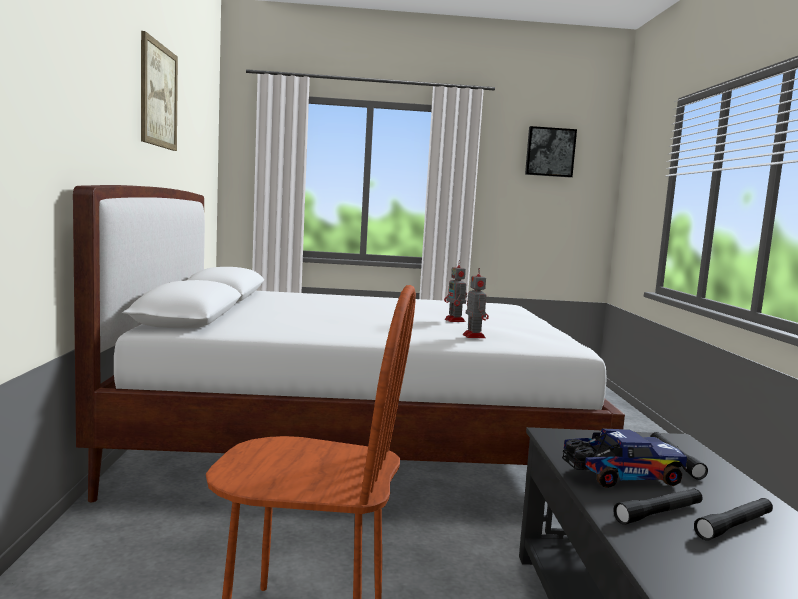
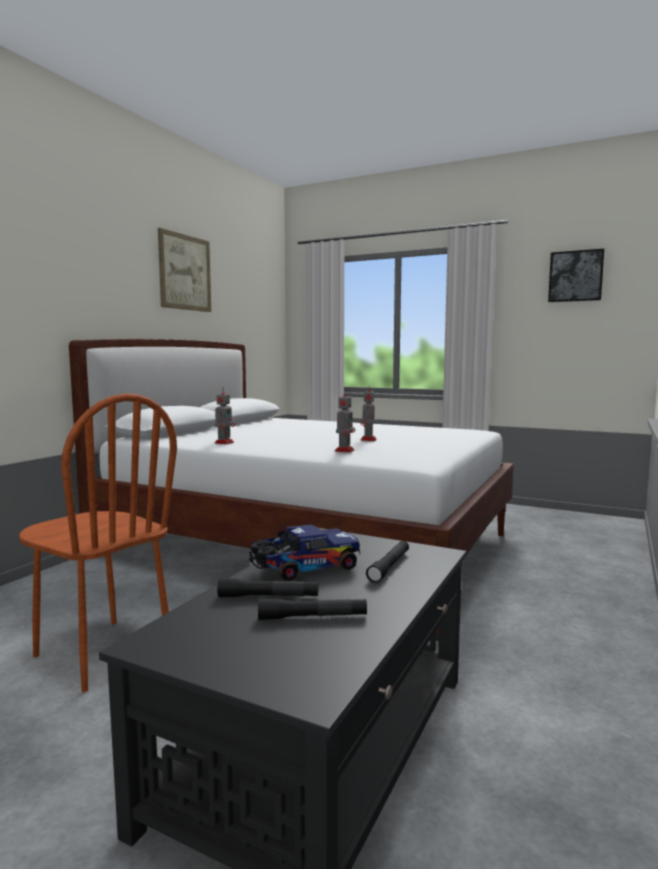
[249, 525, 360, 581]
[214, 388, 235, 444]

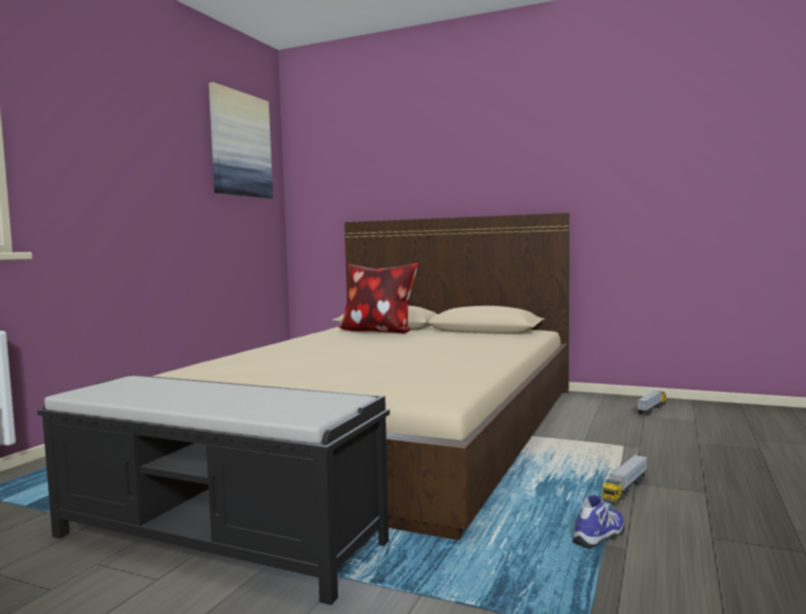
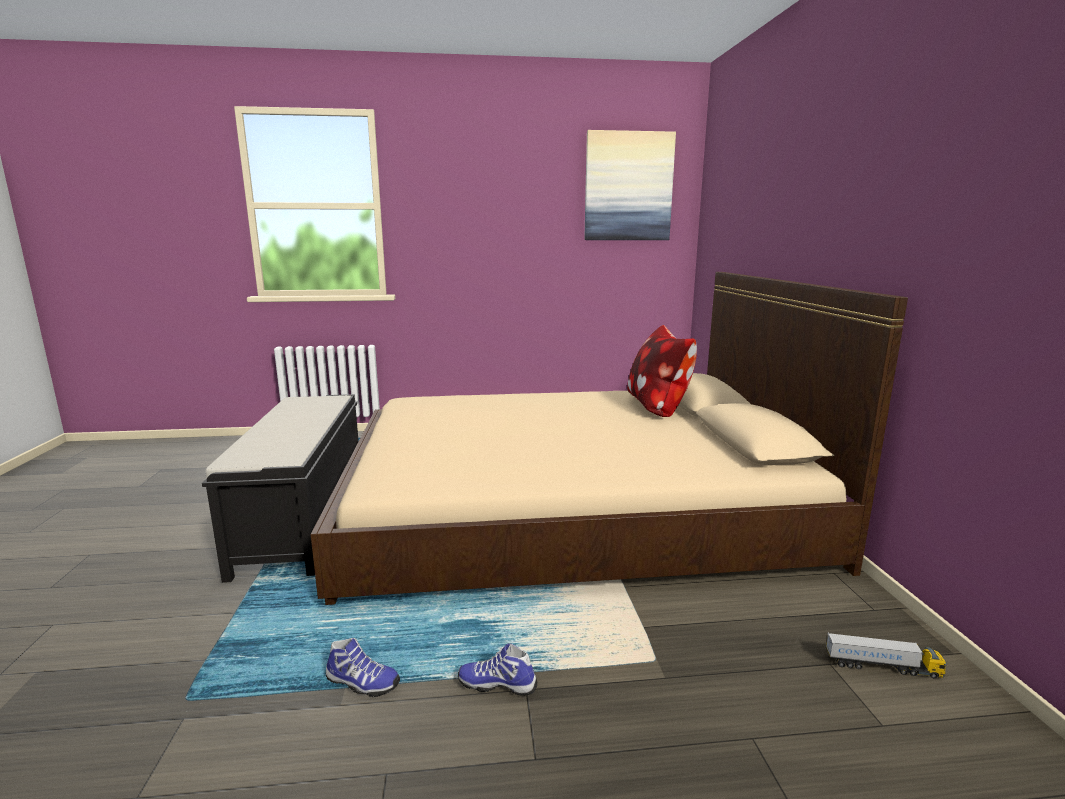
[458, 643, 537, 696]

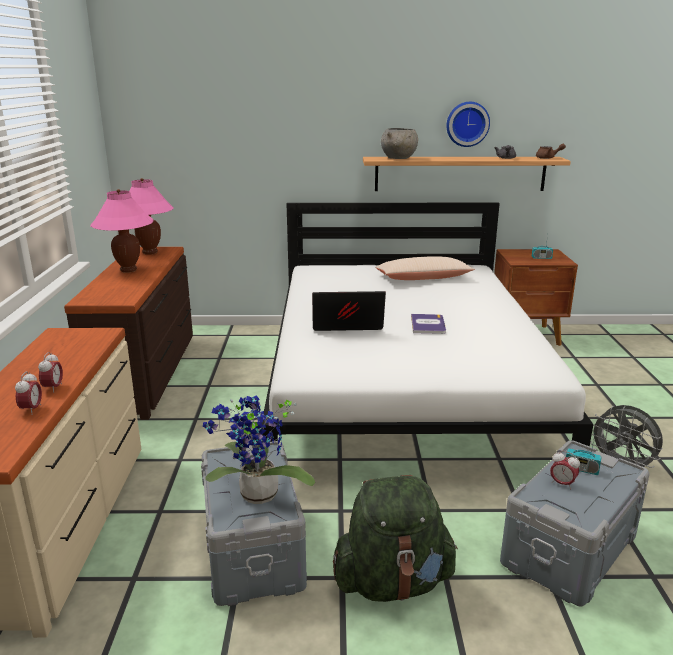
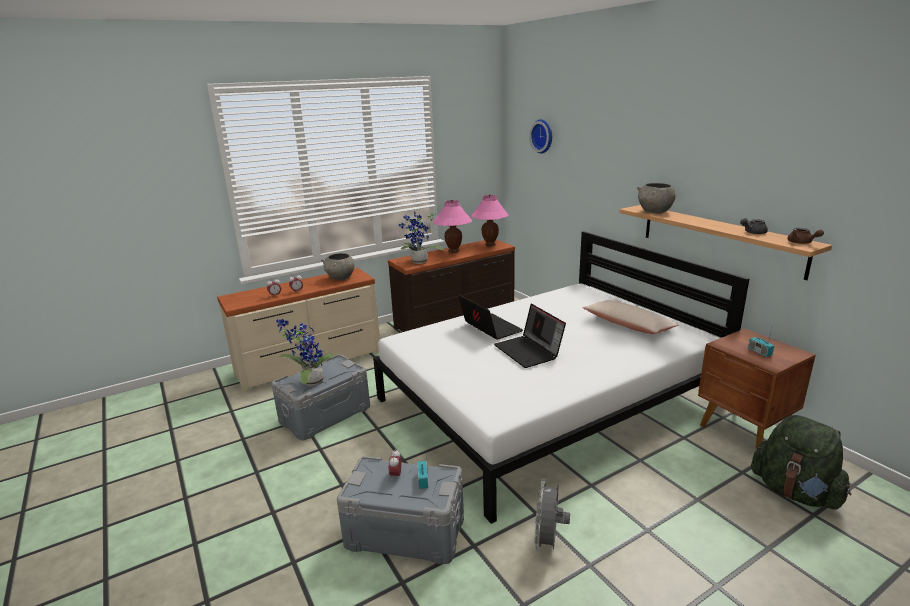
[529, 119, 552, 154]
[494, 304, 566, 368]
[751, 415, 851, 510]
[399, 211, 444, 264]
[321, 253, 355, 280]

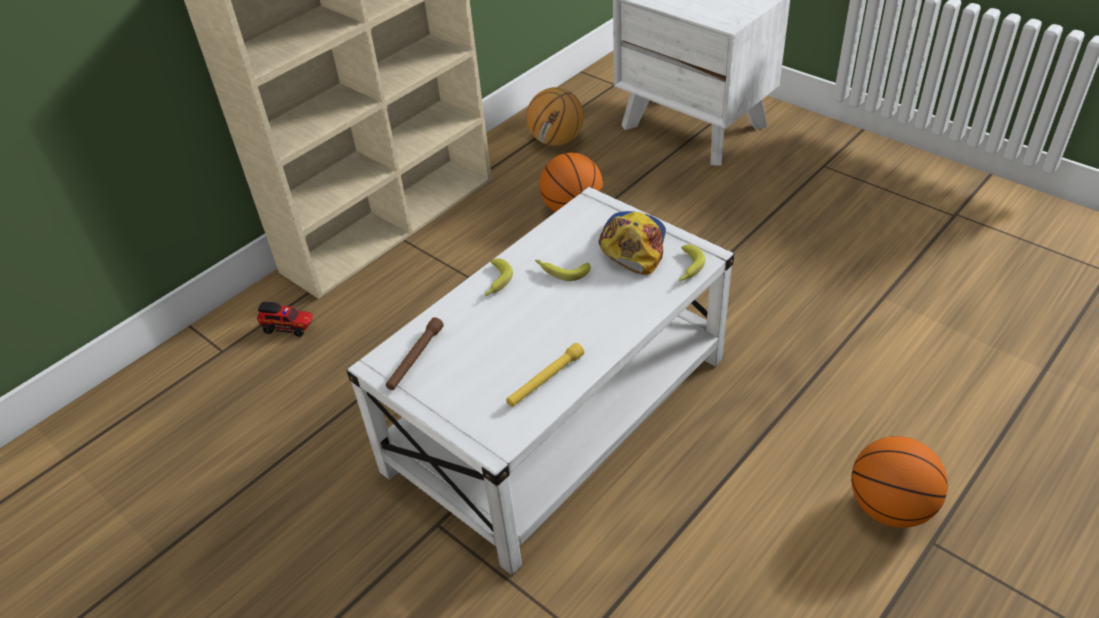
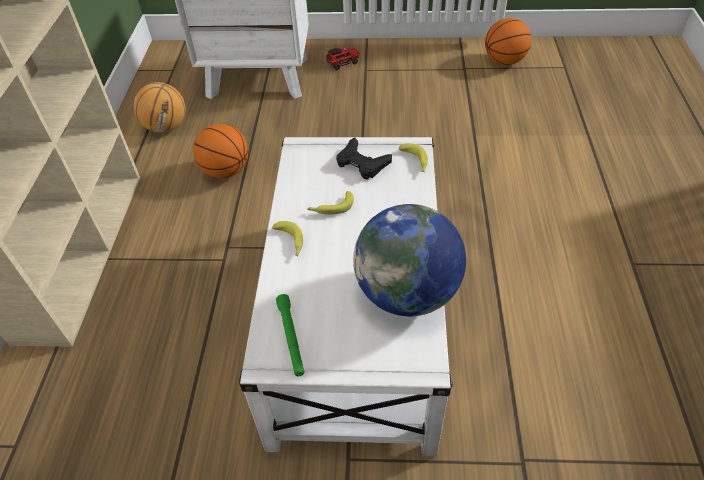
[336, 137, 392, 179]
[326, 48, 360, 70]
[276, 294, 305, 376]
[353, 204, 466, 316]
[485, 18, 531, 65]

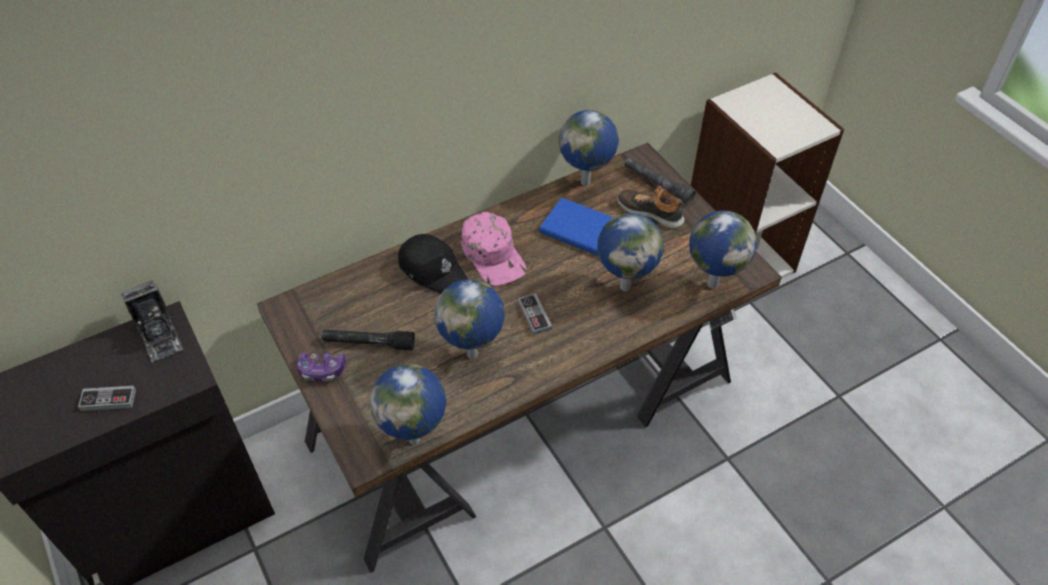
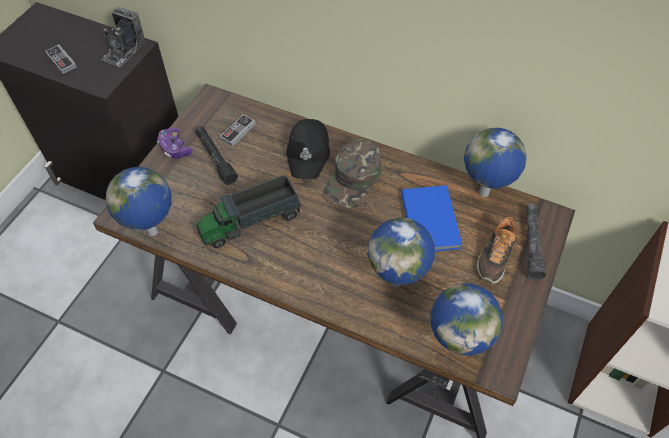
[477, 216, 516, 284]
[323, 139, 382, 209]
[196, 176, 302, 248]
[220, 114, 256, 147]

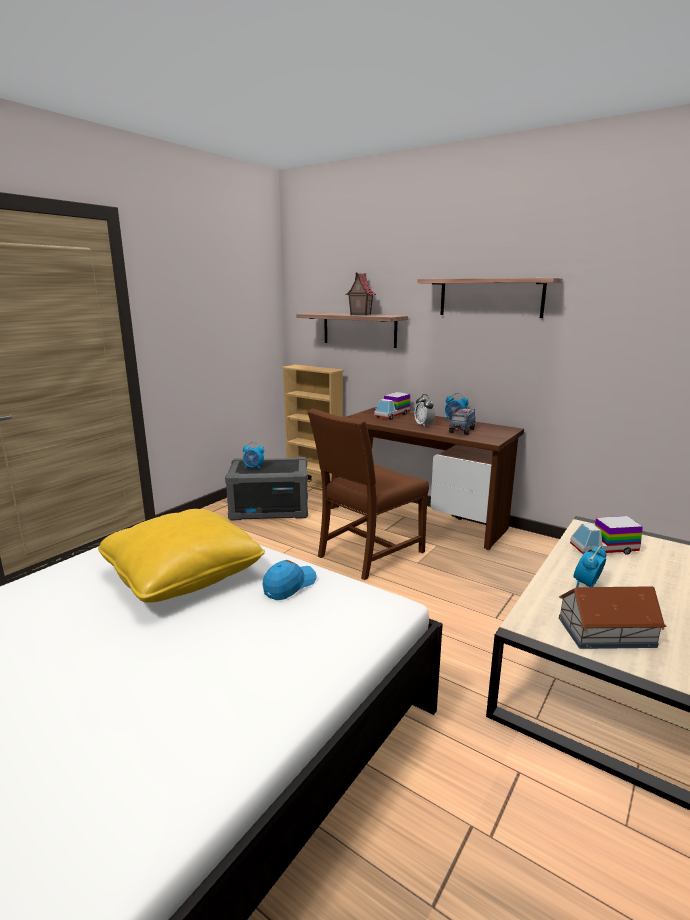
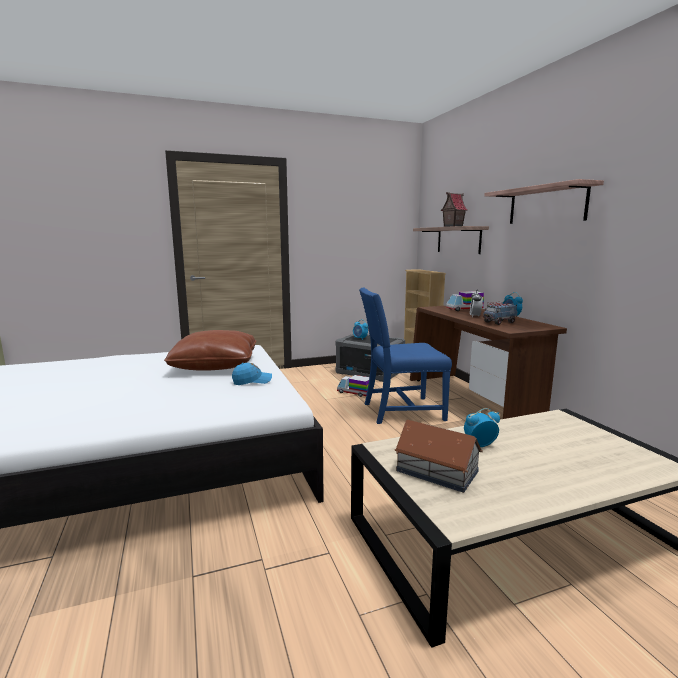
[359, 287, 452, 424]
[164, 330, 256, 370]
[337, 375, 369, 397]

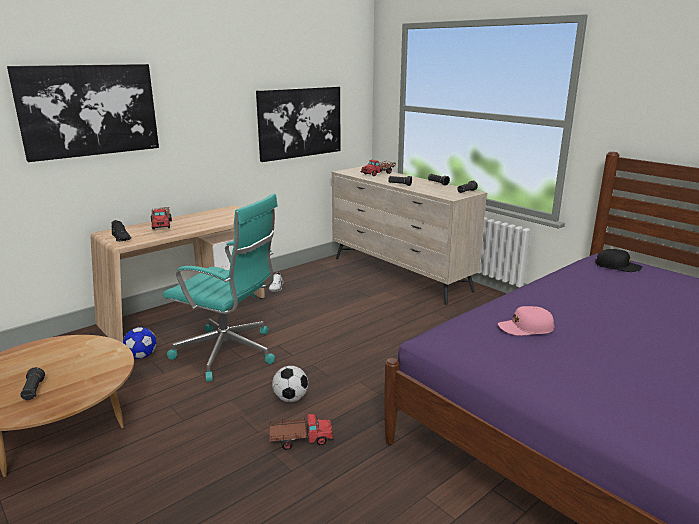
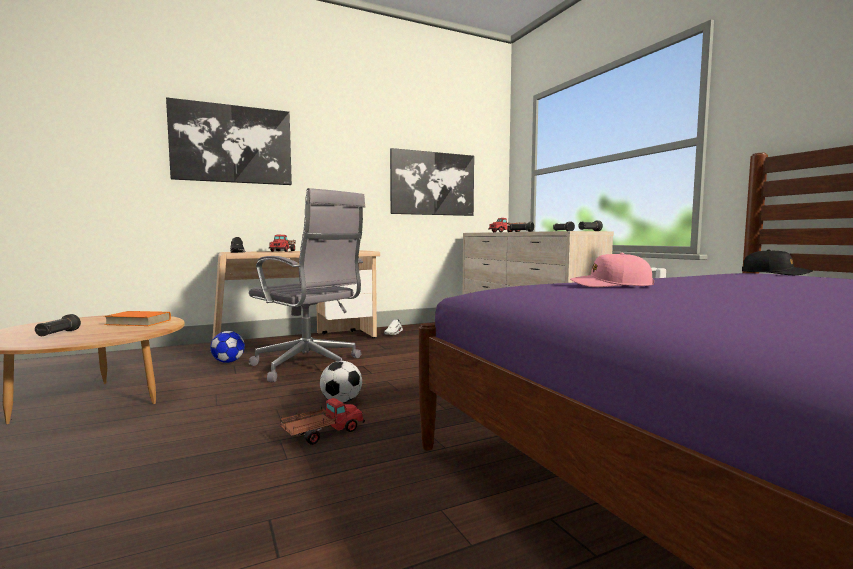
[249, 188, 365, 382]
[280, 398, 365, 445]
[104, 311, 171, 326]

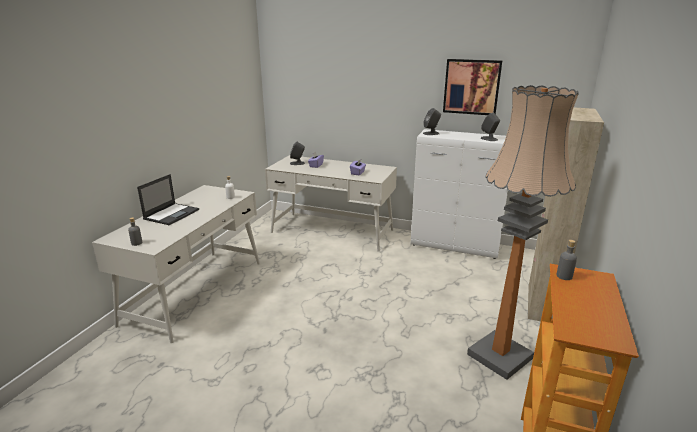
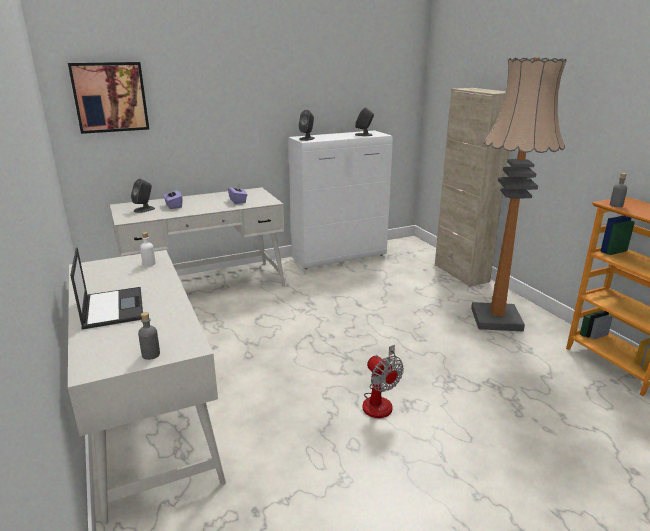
[68, 62, 149, 134]
[363, 345, 404, 418]

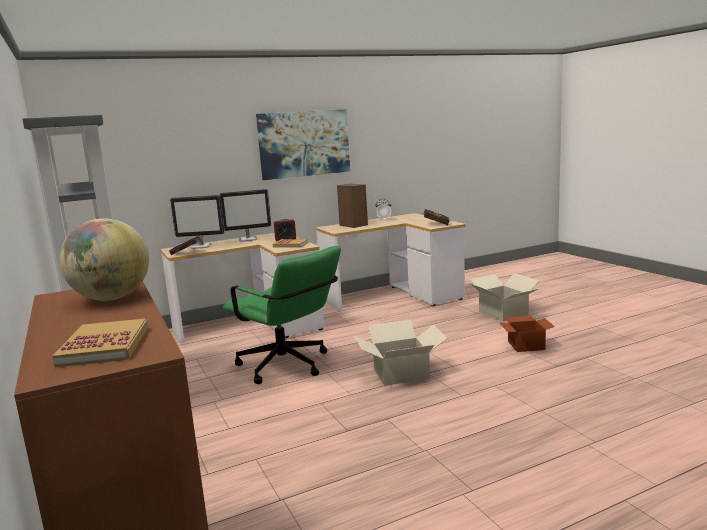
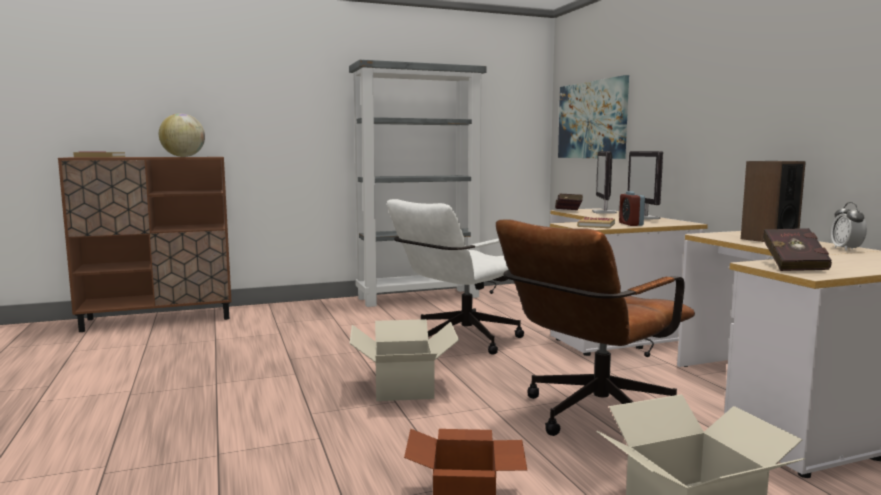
[558, 75, 629, 159]
[387, 199, 524, 355]
[496, 219, 695, 436]

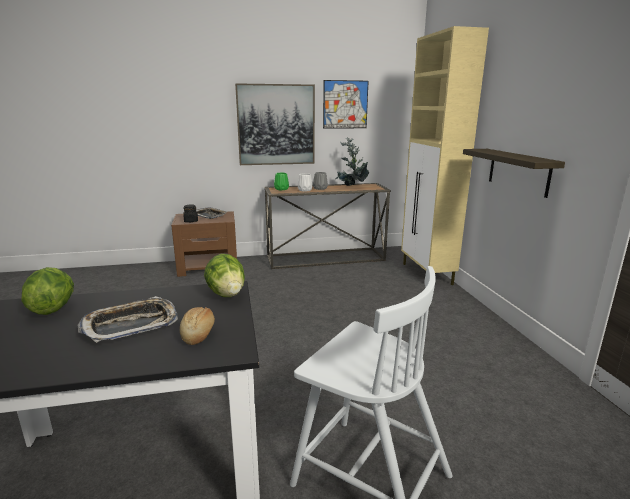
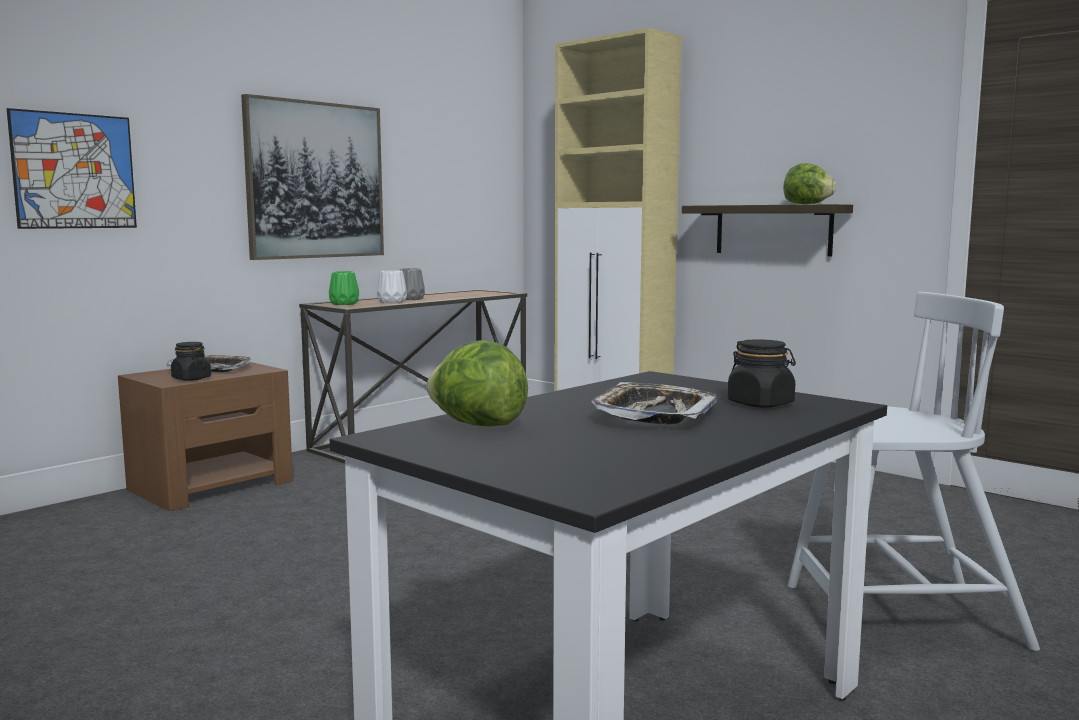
[7, 108, 137, 229]
[336, 137, 369, 186] (first image)
[784, 163, 836, 204]
[728, 339, 796, 408]

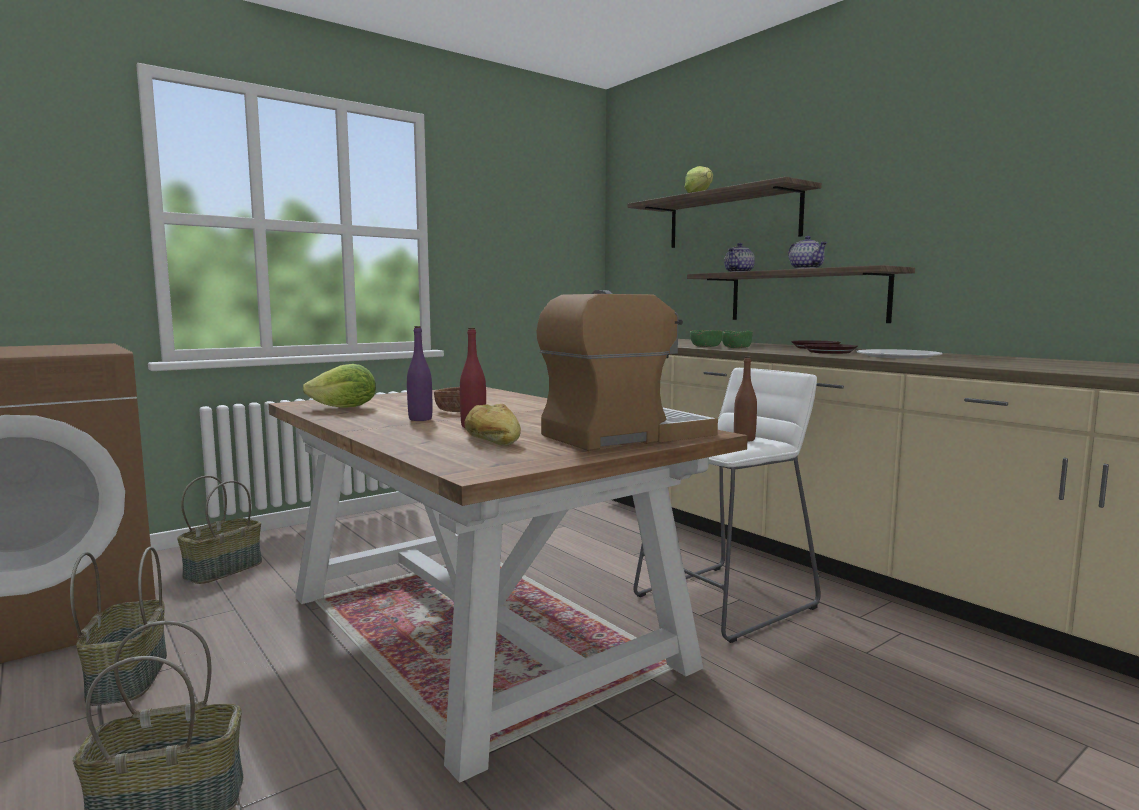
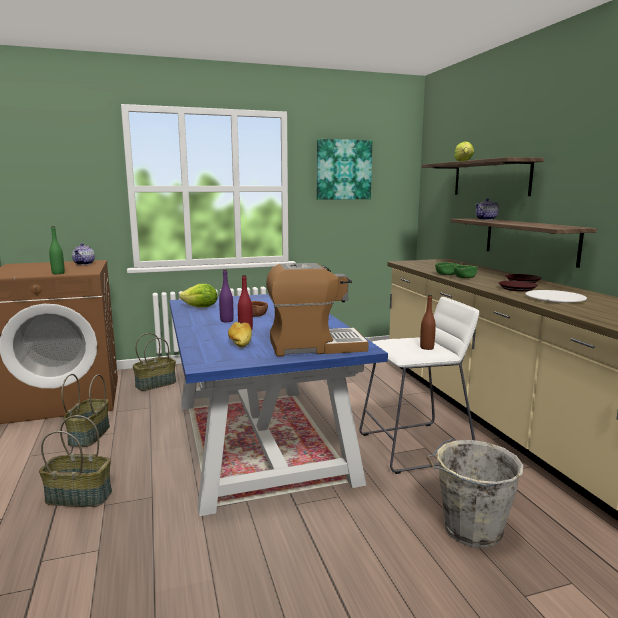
[72, 243, 95, 265]
[169, 294, 388, 516]
[317, 139, 372, 200]
[49, 226, 65, 274]
[427, 439, 524, 548]

